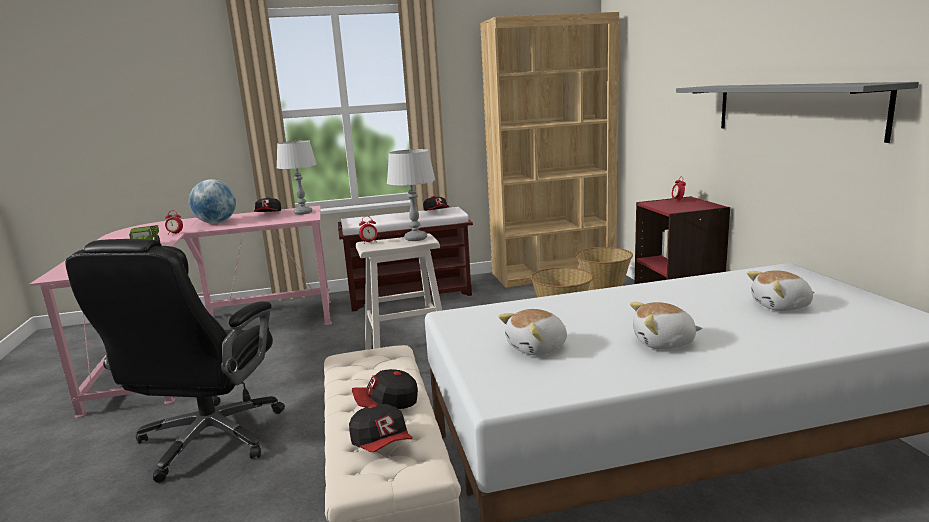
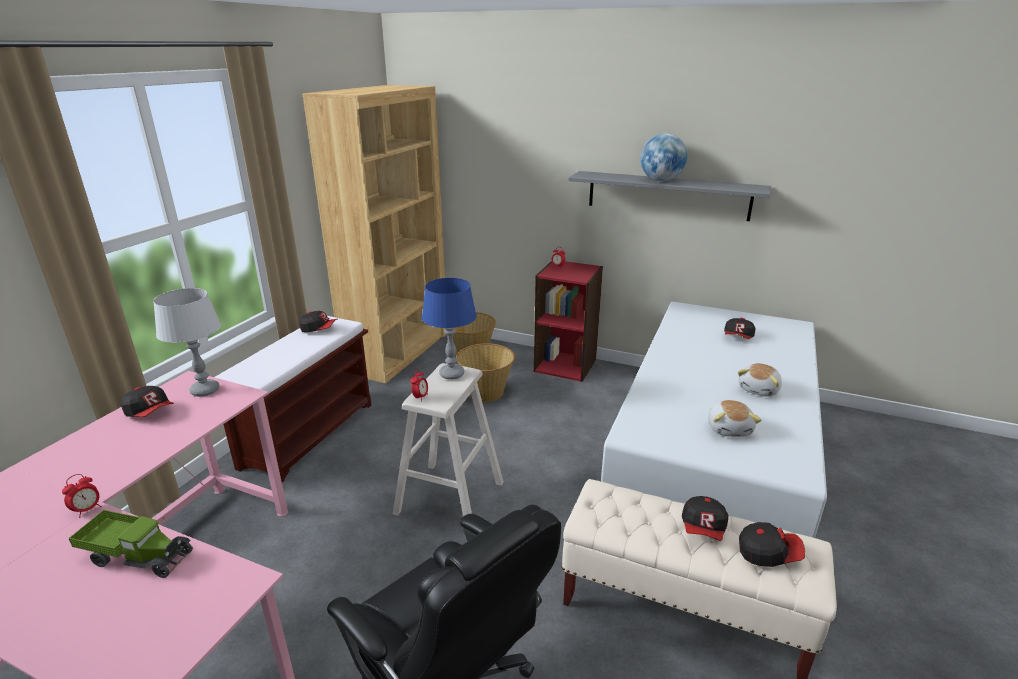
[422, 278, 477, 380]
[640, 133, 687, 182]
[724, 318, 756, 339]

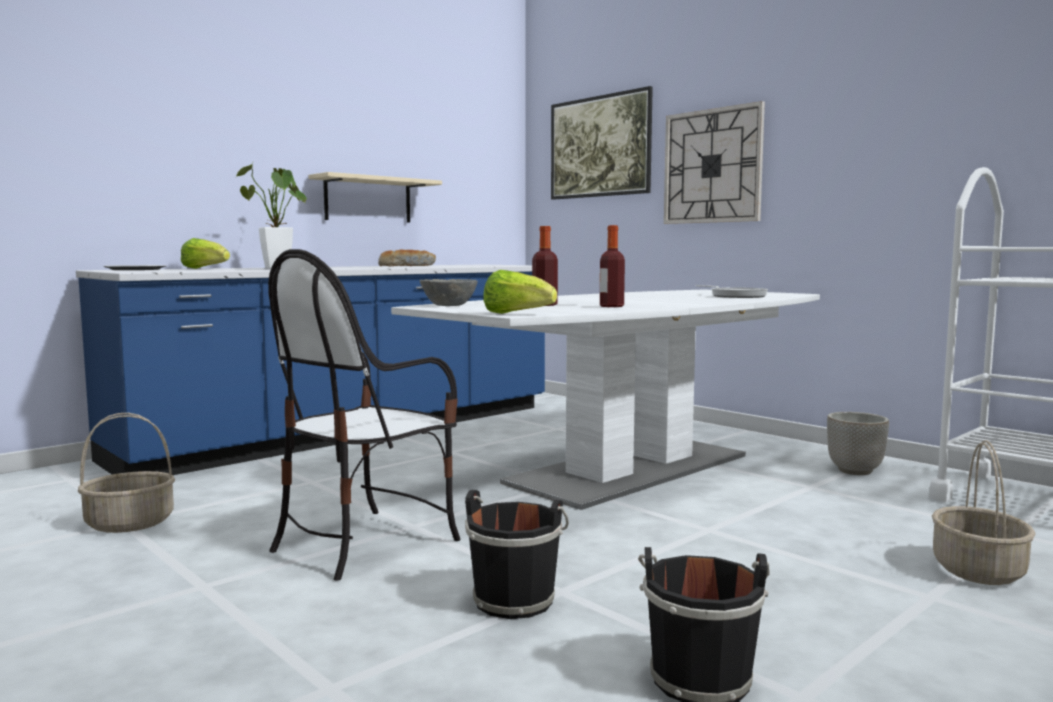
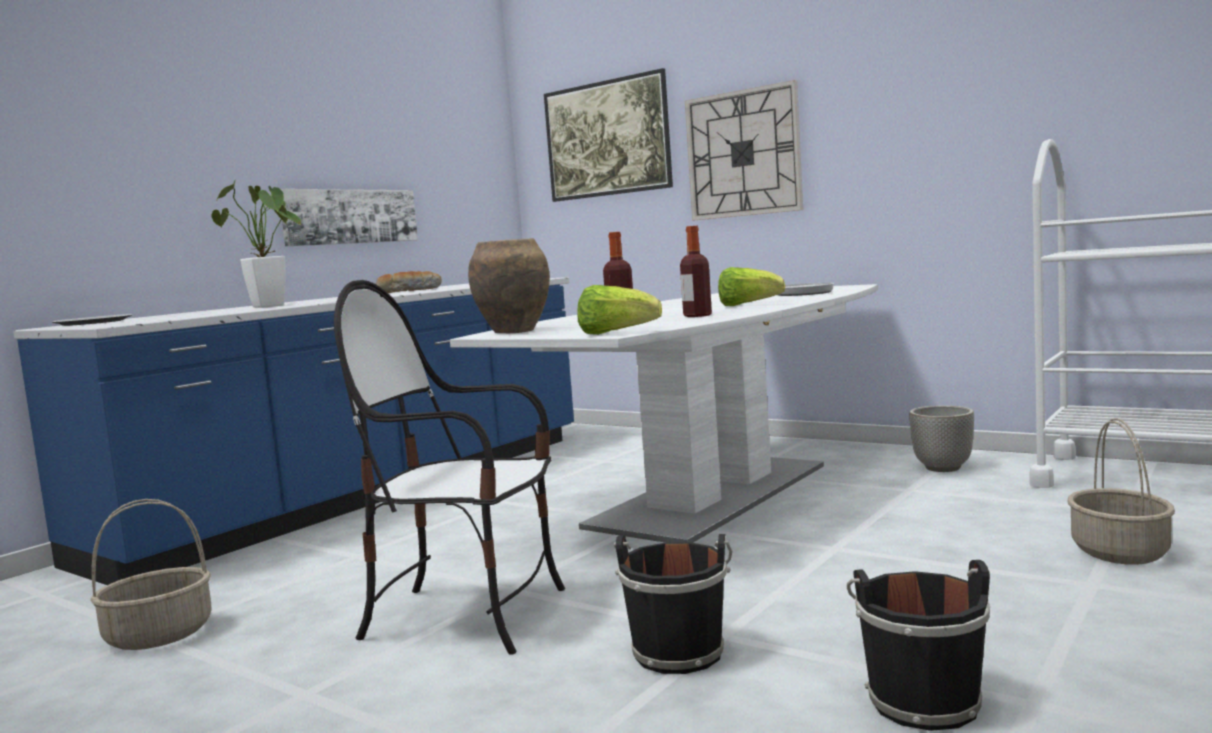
[281, 189, 418, 246]
[718, 267, 785, 306]
[334, 280, 565, 655]
[468, 238, 549, 334]

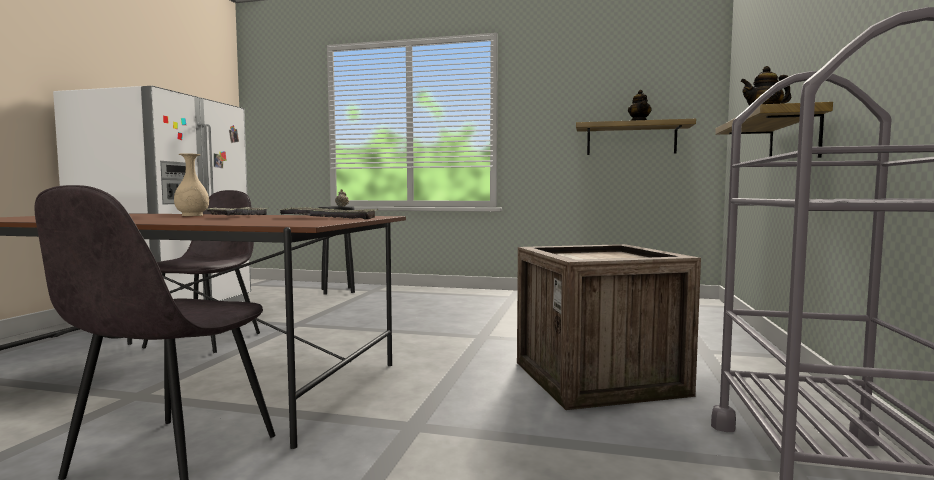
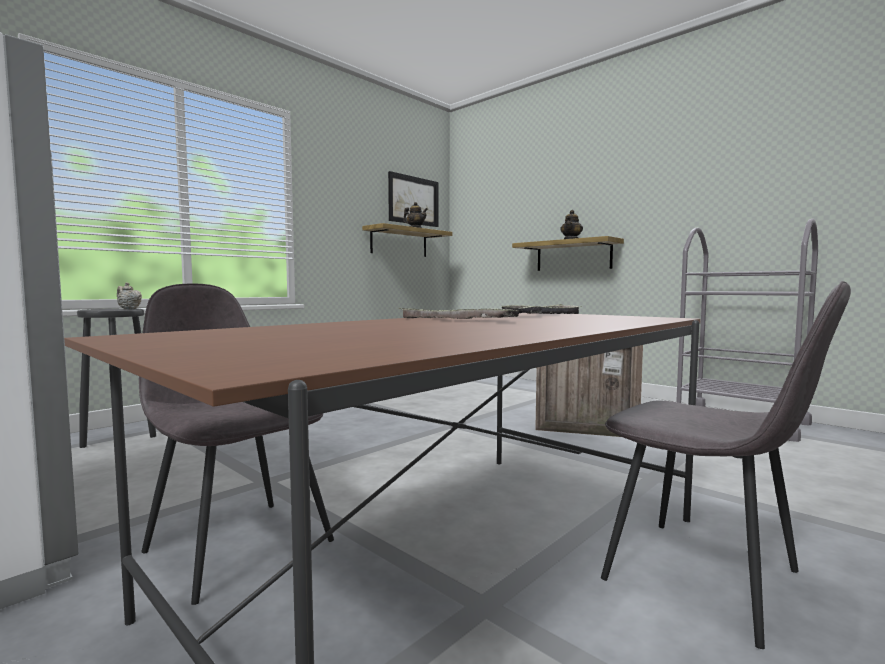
[174, 153, 209, 216] (first image)
[388, 171, 438, 227]

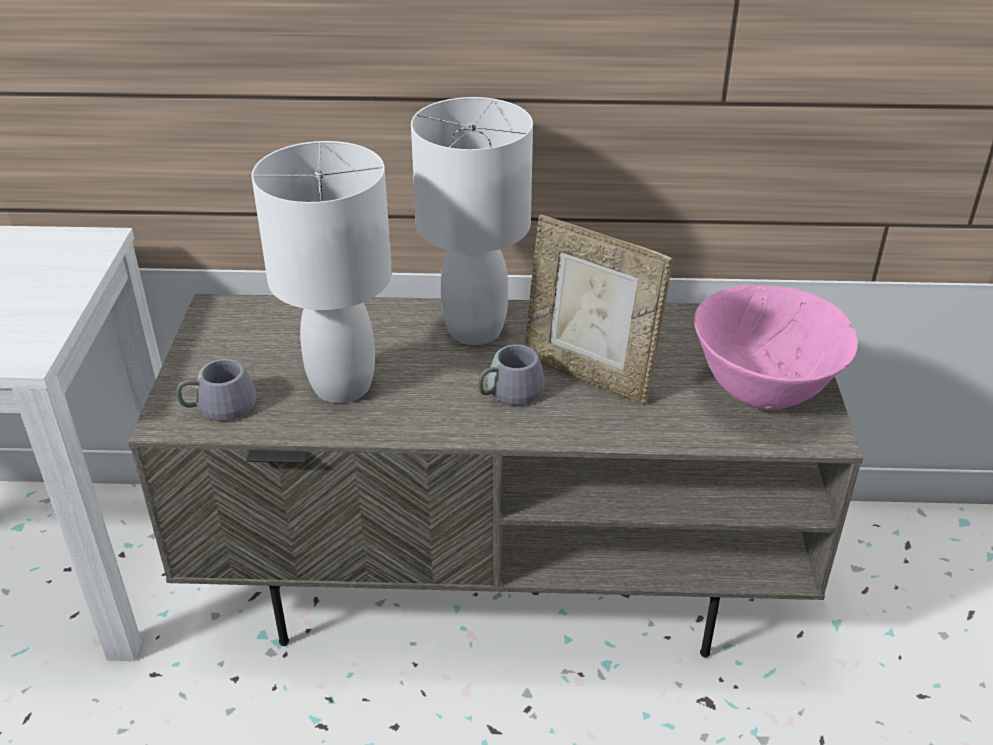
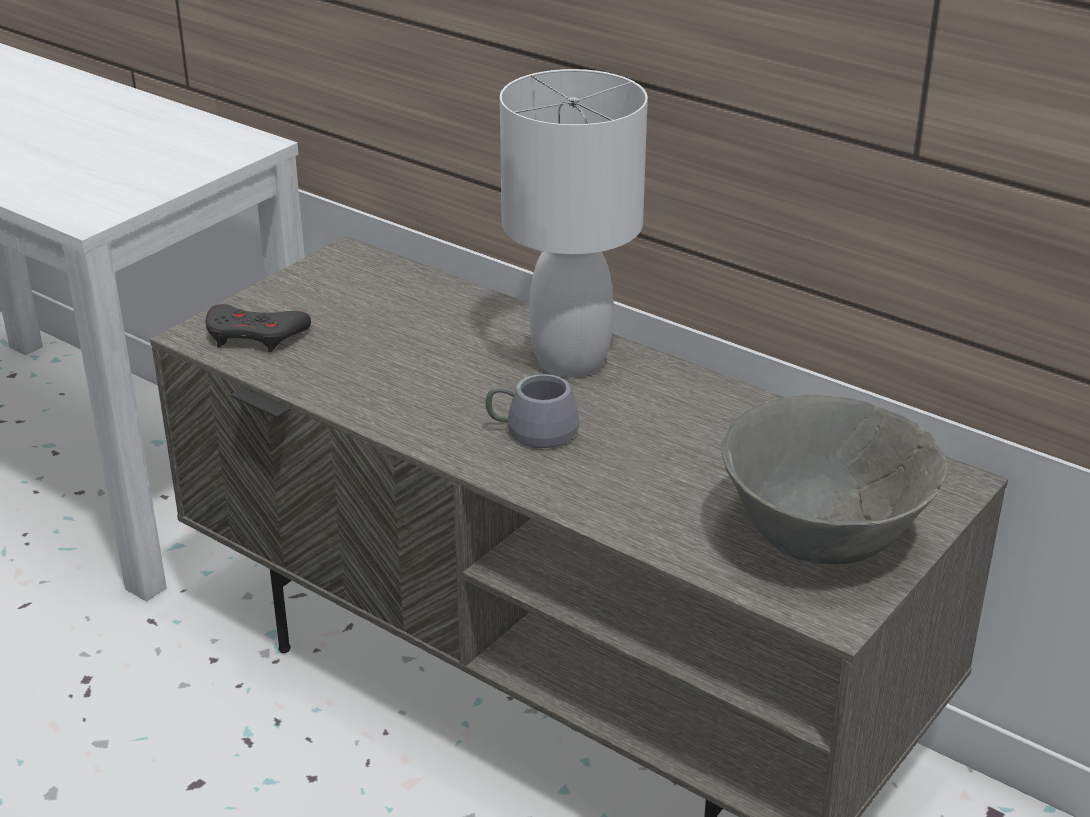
[251, 141, 392, 403] (first image)
[525, 214, 673, 405] (first image)
[721, 395, 947, 564]
[206, 304, 311, 352]

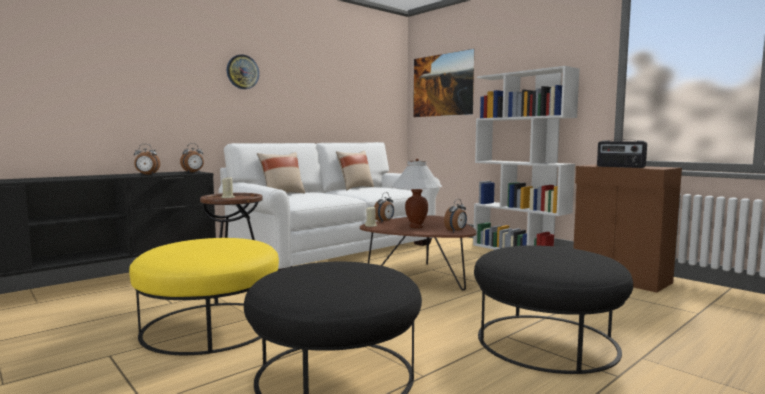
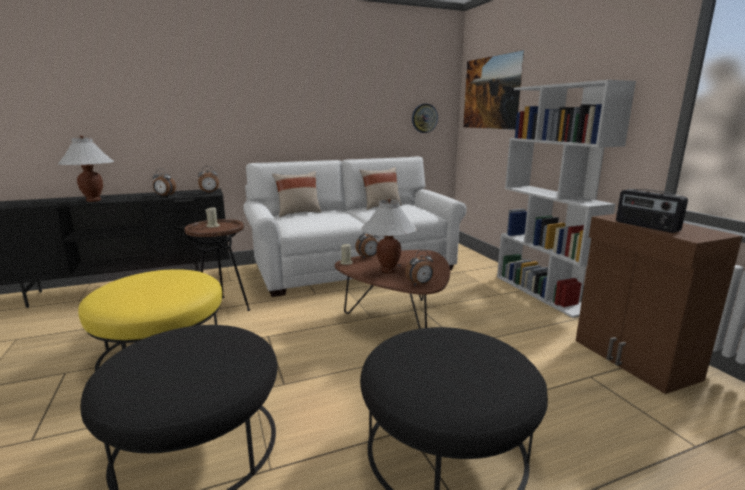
[412, 104, 438, 133]
[57, 136, 114, 202]

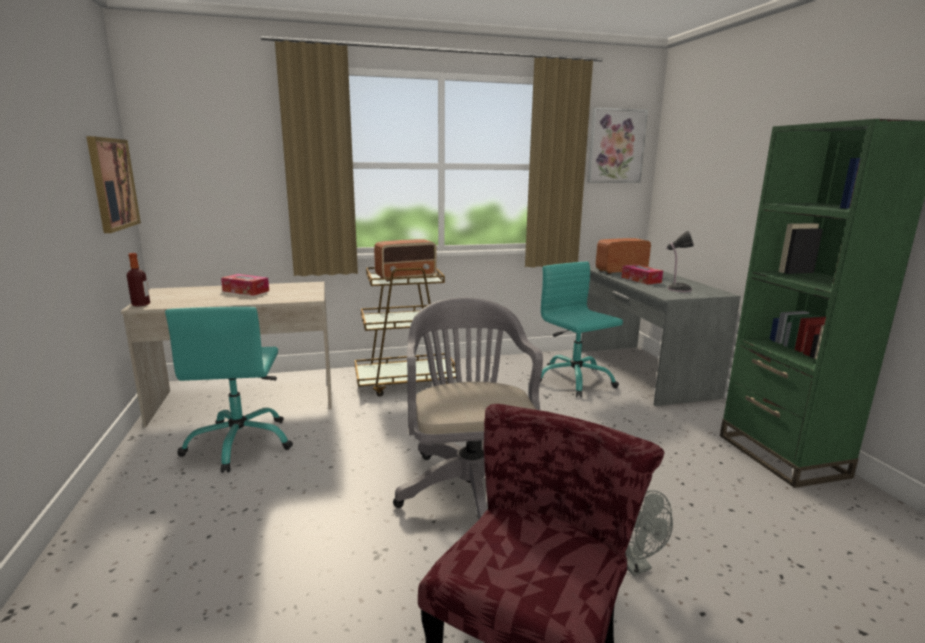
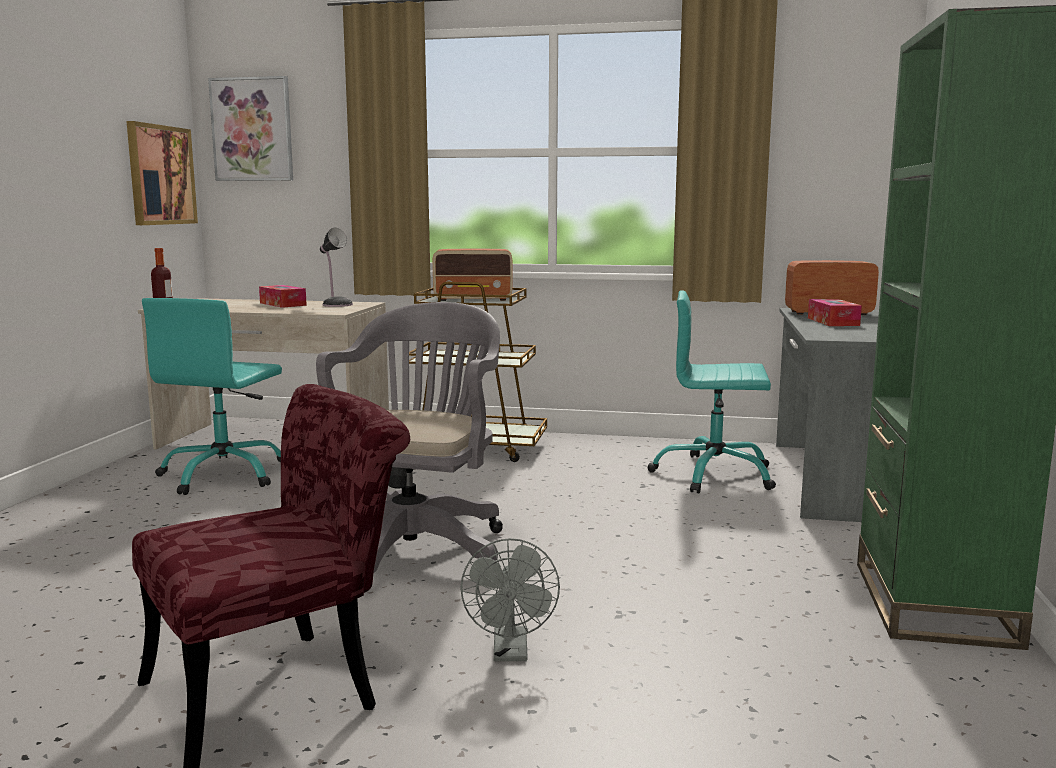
[208, 76, 293, 181]
[320, 228, 353, 307]
[648, 290, 776, 493]

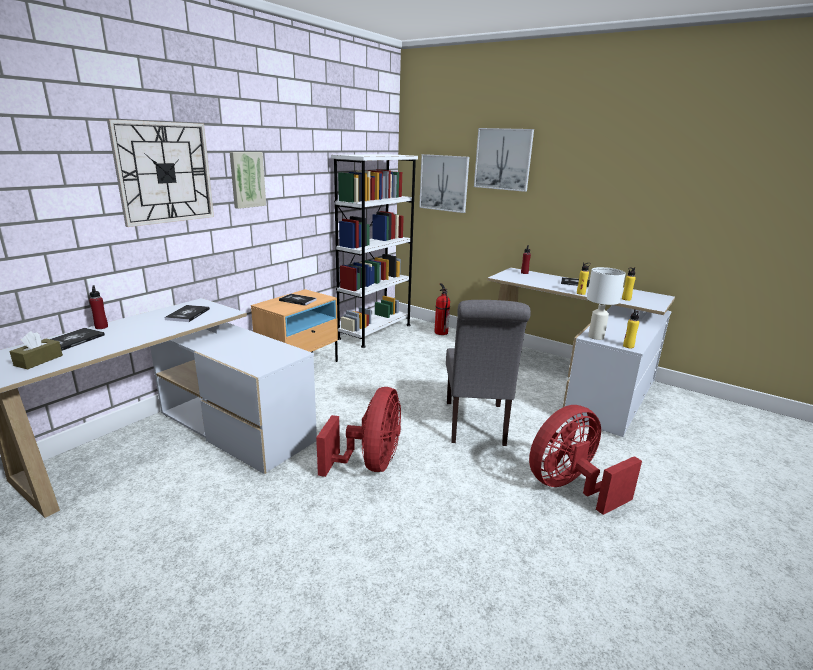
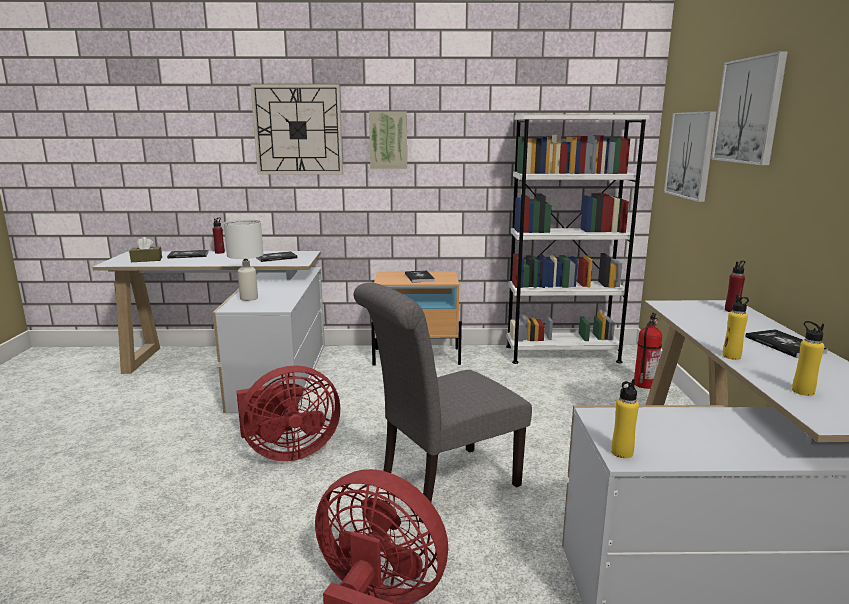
[224, 219, 263, 301]

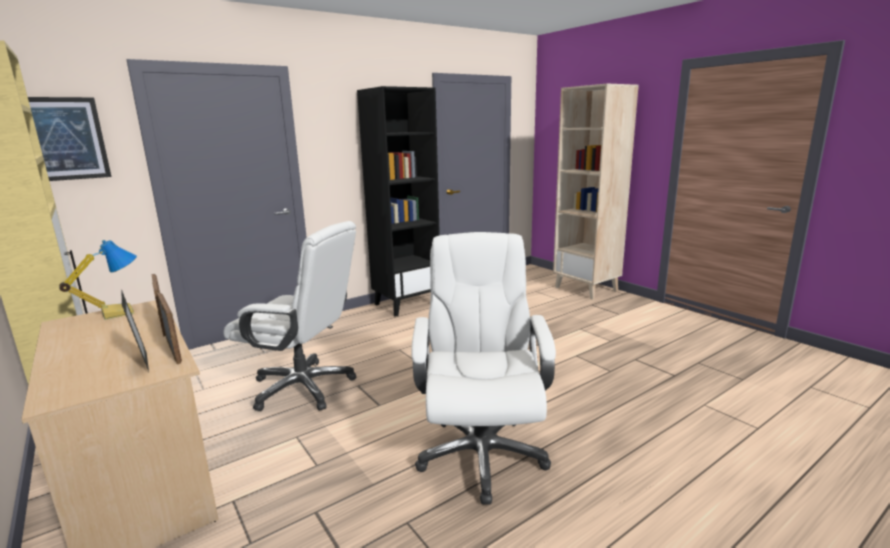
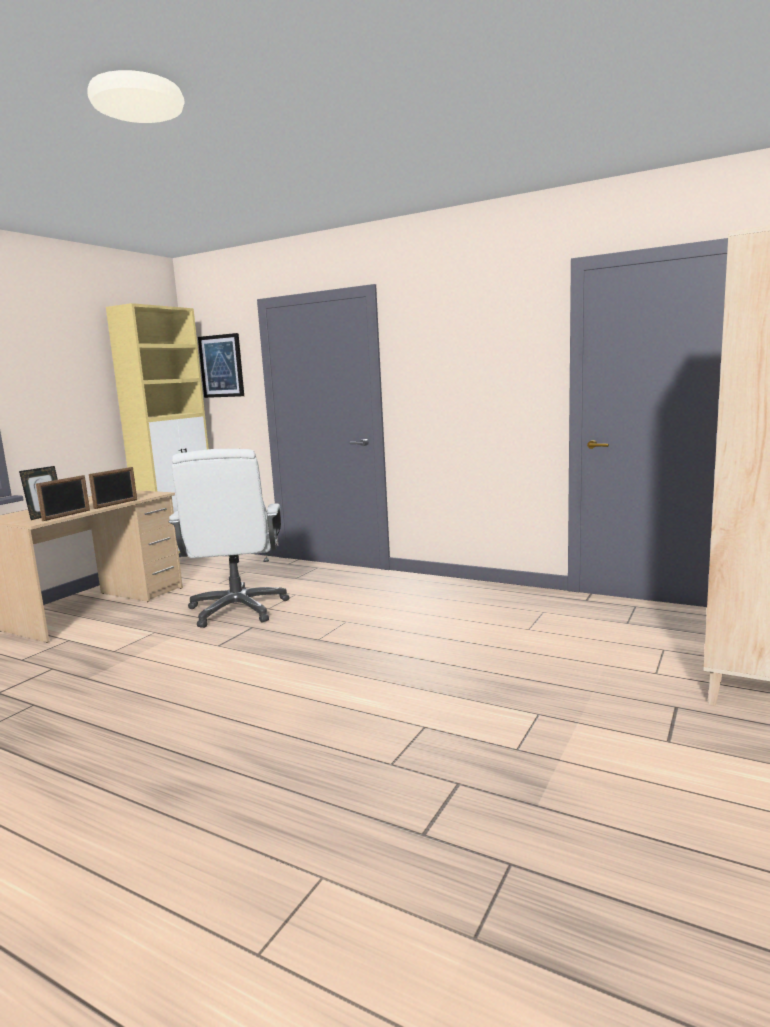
[357, 86, 440, 317] (first image)
[411, 232, 556, 505] (first image)
[59, 240, 137, 320] (first image)

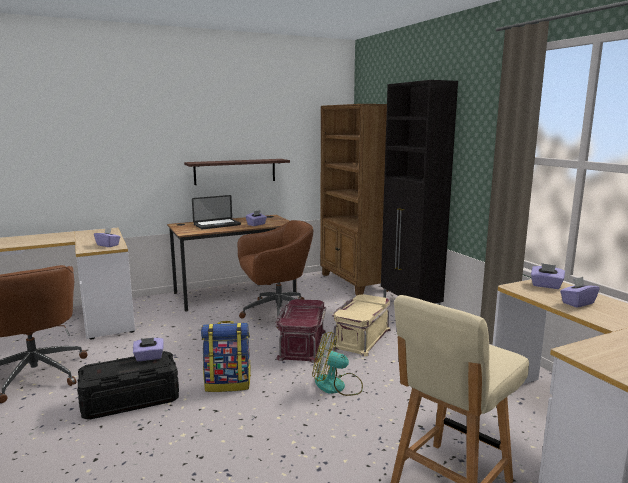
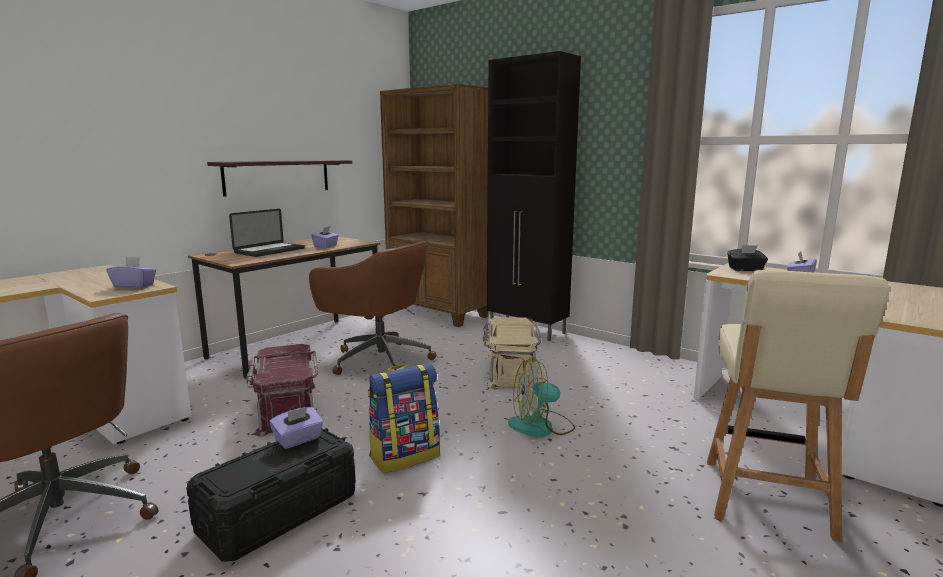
[309, 241, 436, 375]
[727, 245, 768, 271]
[246, 344, 318, 437]

